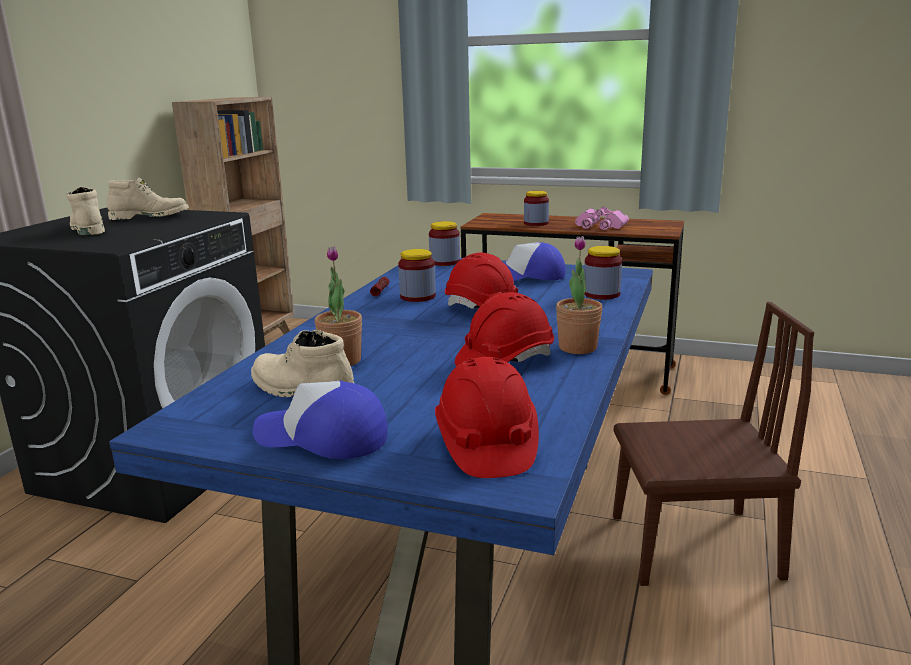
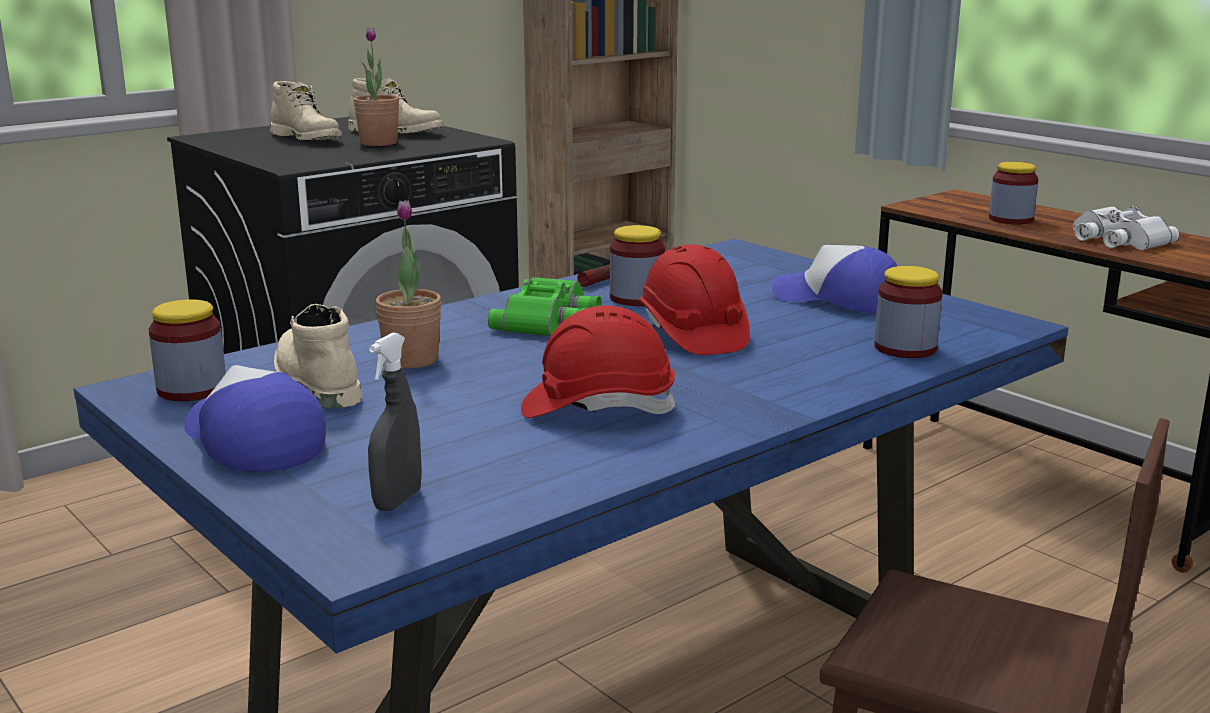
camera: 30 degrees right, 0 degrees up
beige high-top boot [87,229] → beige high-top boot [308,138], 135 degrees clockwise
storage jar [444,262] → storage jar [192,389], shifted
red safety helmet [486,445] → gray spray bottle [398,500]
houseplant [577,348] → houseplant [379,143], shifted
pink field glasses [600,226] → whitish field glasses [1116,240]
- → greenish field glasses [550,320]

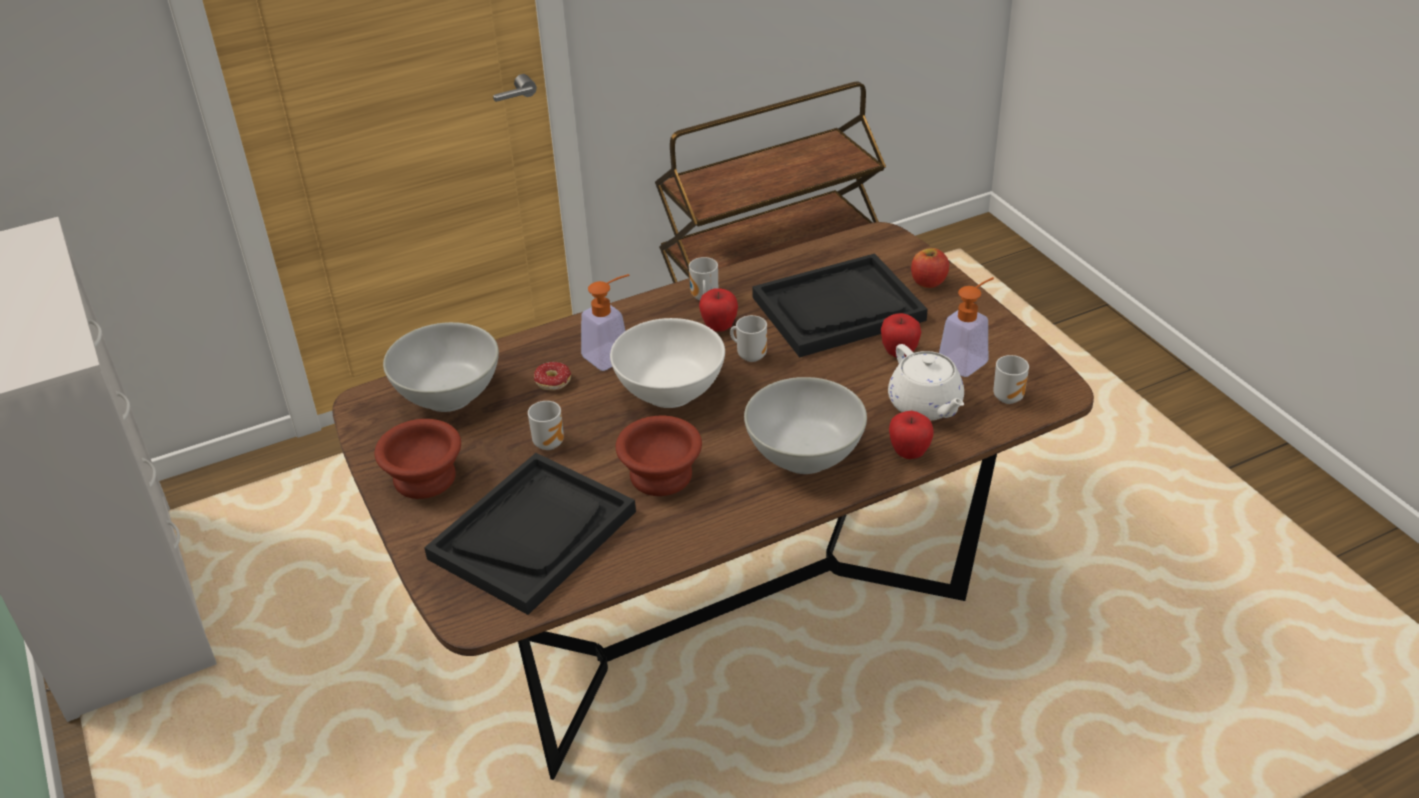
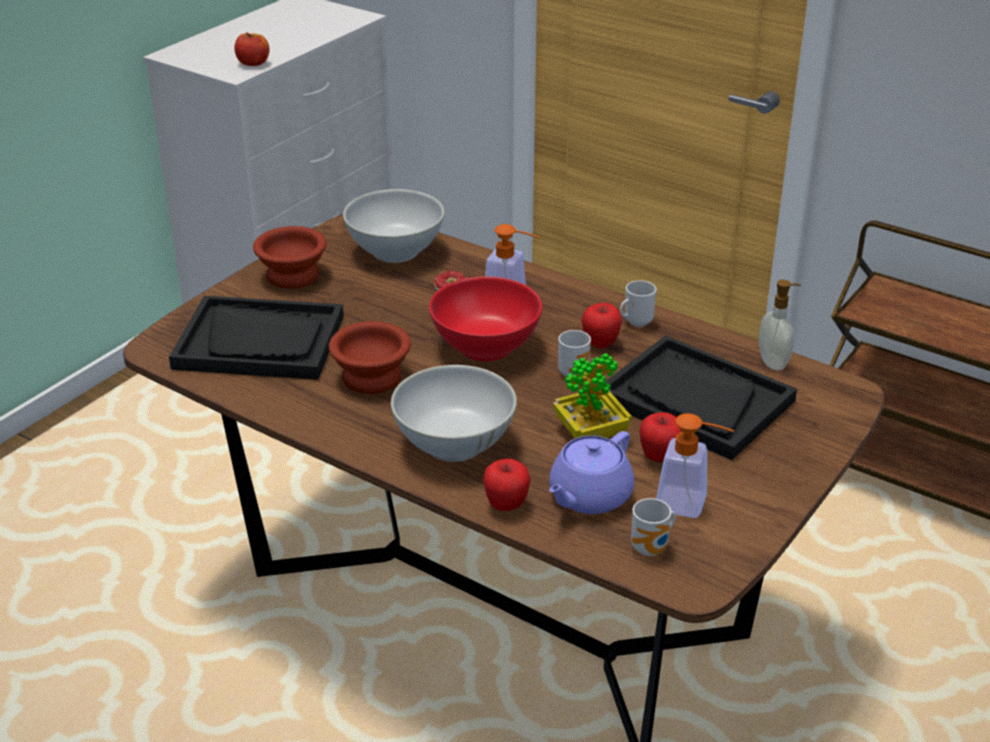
camera: 60 degrees right, 5 degrees down
tea mug [550,442] → -
whitish serving bowl [670,392] → red serving bowl [485,347]
whitish teapot [926,405] → purplish teapot [589,497]
whole apple [928,282] → whole apple [253,63], shifted
- → houseplant [590,433]
- → soap bottle [774,362]

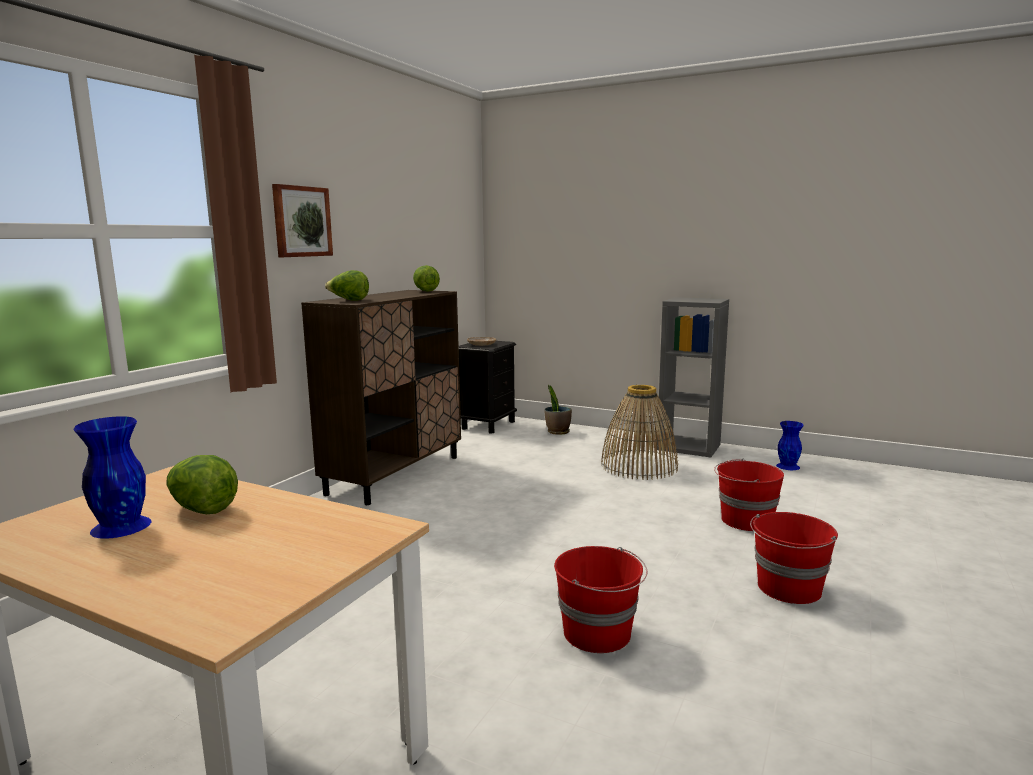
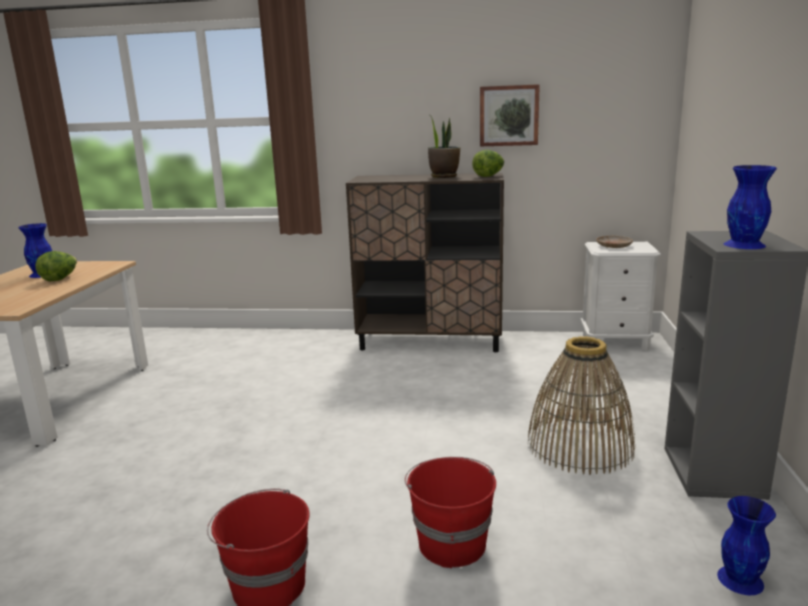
camera: 70 degrees right, 5 degrees up
wall art [301,221] → wall art [508,115], shifted
head of lettuce [349,300] → -
black-coloured nightstand [488,425] → whitish nightstand [615,342]
houseplant [557,432] → houseplant [444,176], shifted
red pail [598,633] → -
- → bluish decorative vase [745,244]

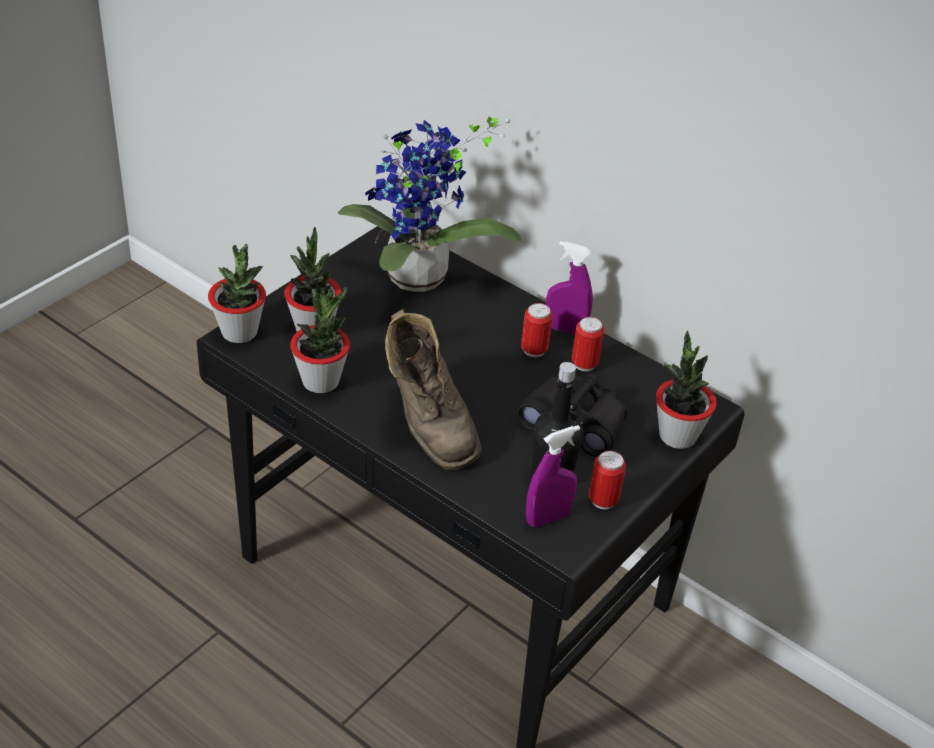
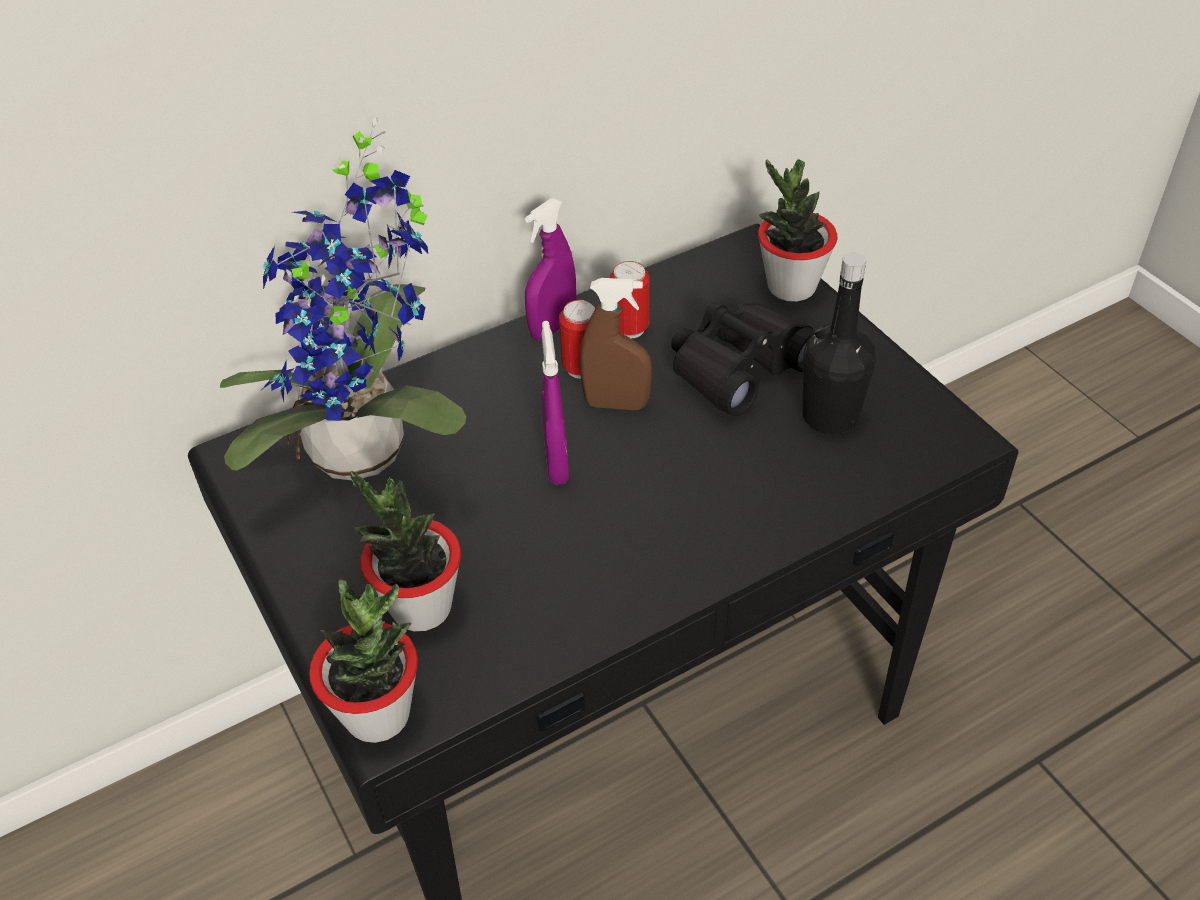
camera: 65 degrees left, 5 degrees up
houseplant [321,381] → -
brown high-top boot [427,425] → -
purplish spray bottle [547,518] → purplish spray bottle [556,463], shifted
metal can [603,500] → -
- → brown spray bottle [616,404]

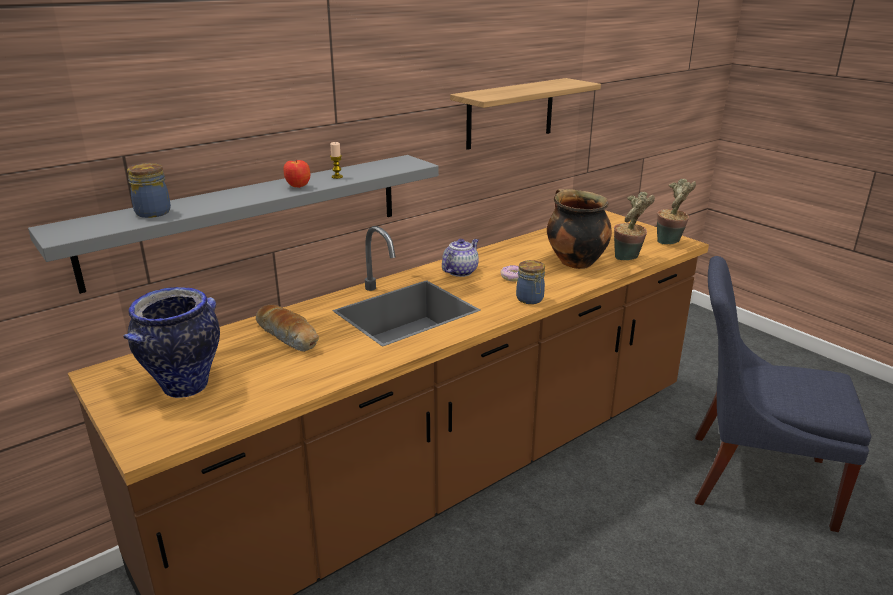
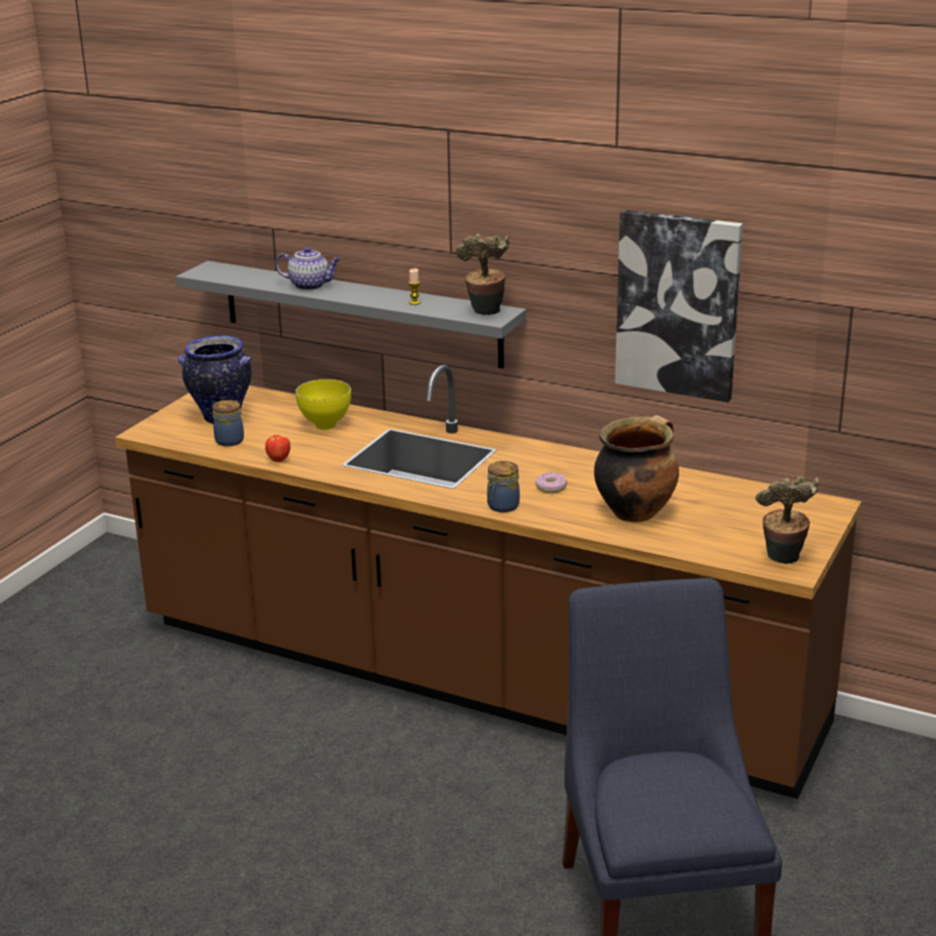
camera: 65 degrees right, 0 degrees up
storage jar [152,212] → storage jar [230,440], shifted
bakery bread [289,336] → yellowish serving bowl [325,427]
whole apple [298,187] → whole apple [279,460], shifted
teapot [460,271] → teapot [310,285], shifted
wall shelf [510,113] → wall art [678,304]
houseplant [628,258] → houseplant [485,314], shifted

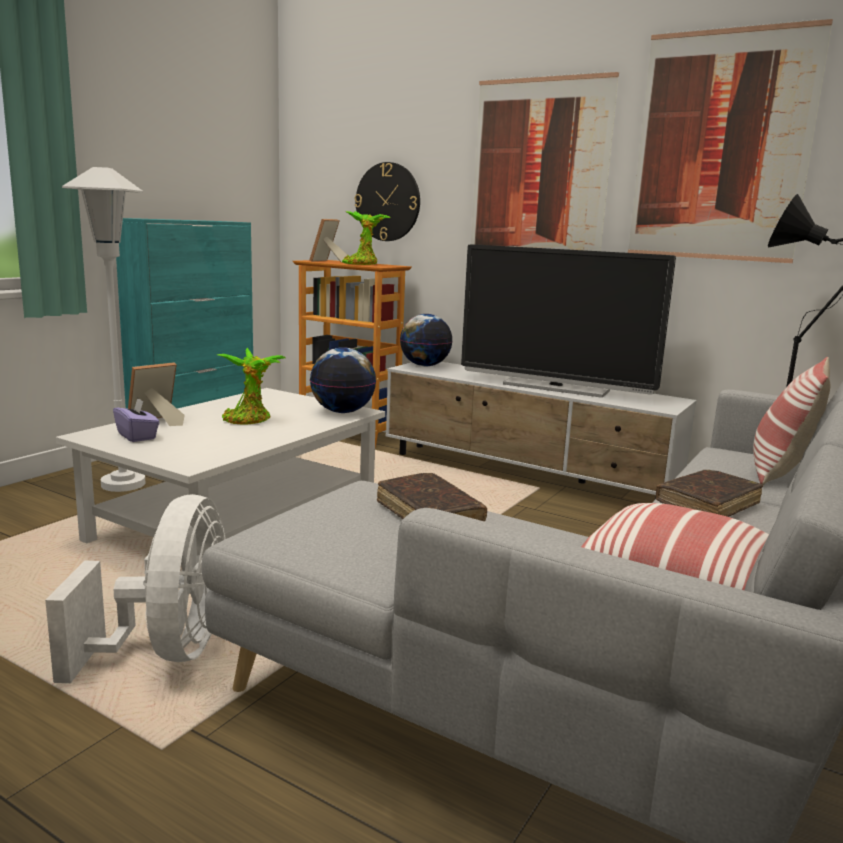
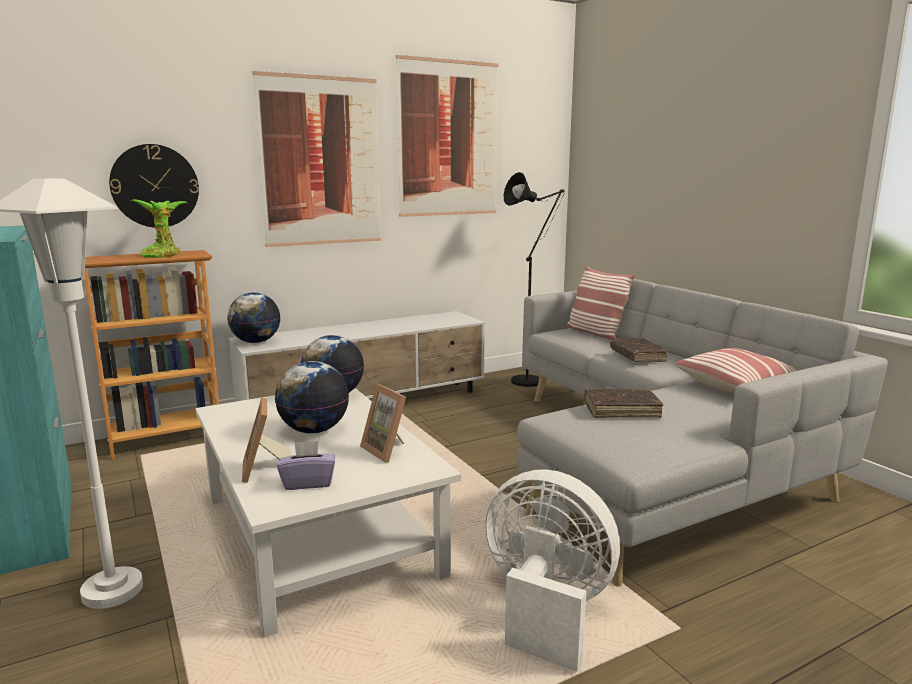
camera: 60 degrees left, 0 degrees up
houseplant [249,420] → world globe [314,430]
picture frame [328,261] → picture frame [388,450], shifted
TV set [555,387] → -

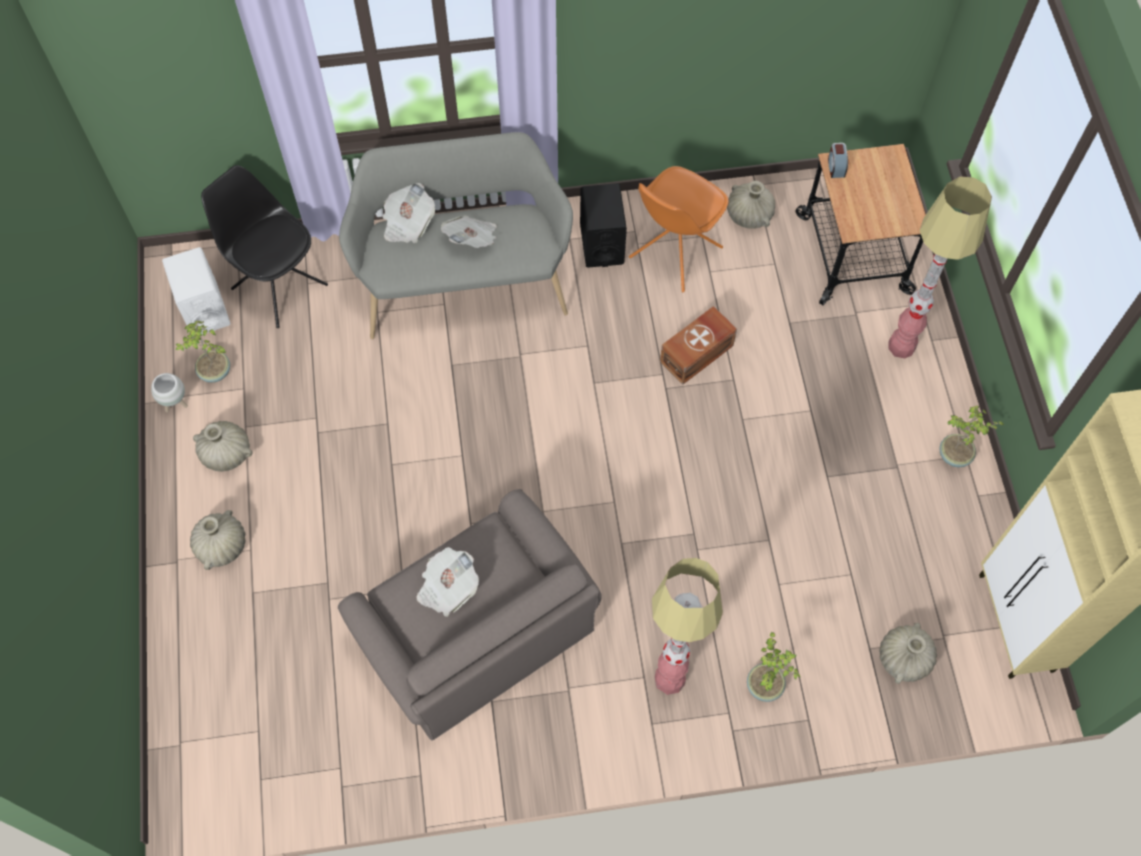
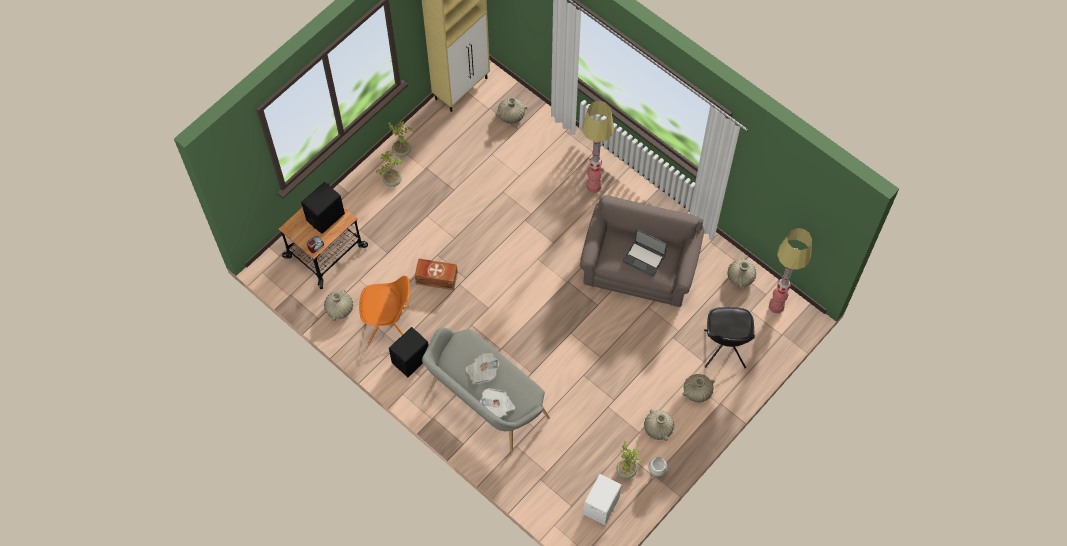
camera: 130 degrees left, 0 degrees up
black-coloured upright chair [278,285] → black-coloured upright chair [724,350], shifted
printed paper [447,588] → laptop [644,258]
houseplant [765,685] → houseplant [392,181], shifted
standard lamp [901,346] → standard lamp [776,306], shifted
- → black-coloured audio speaker [325,217]
- → beige decorative vase [740,277]

